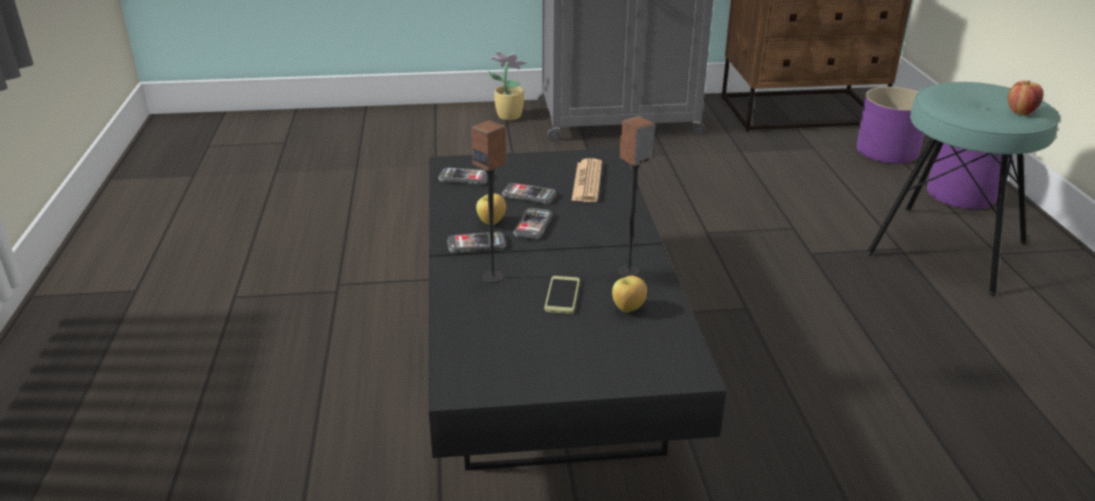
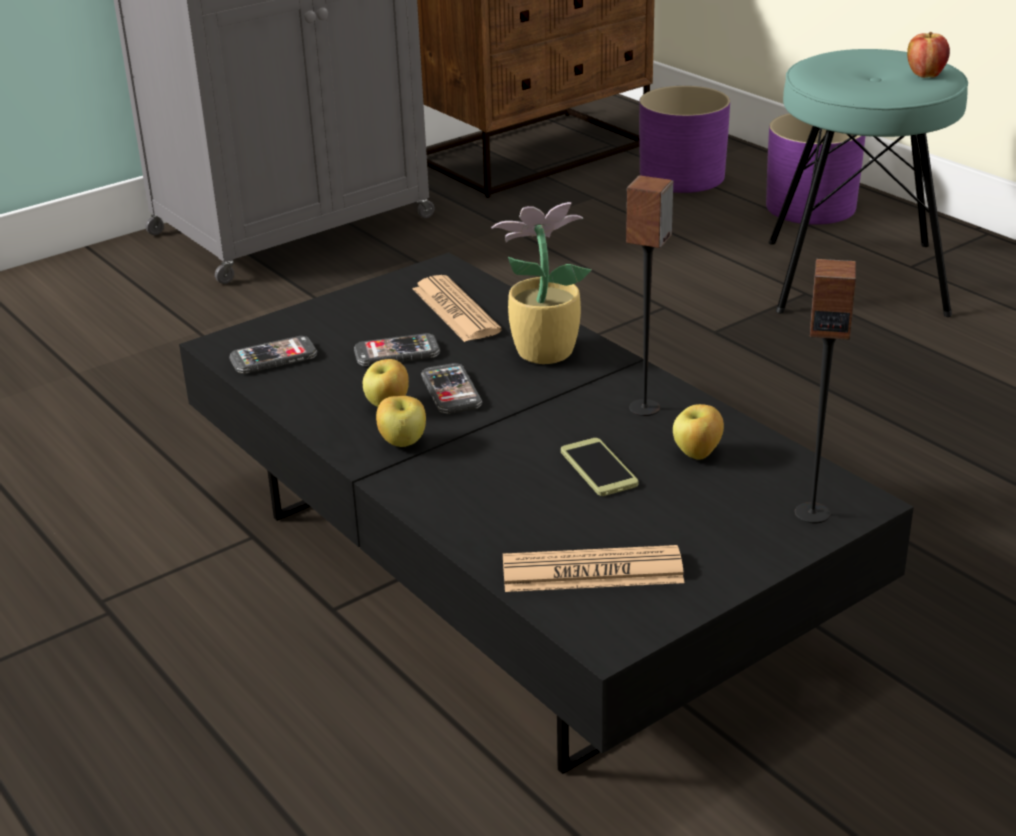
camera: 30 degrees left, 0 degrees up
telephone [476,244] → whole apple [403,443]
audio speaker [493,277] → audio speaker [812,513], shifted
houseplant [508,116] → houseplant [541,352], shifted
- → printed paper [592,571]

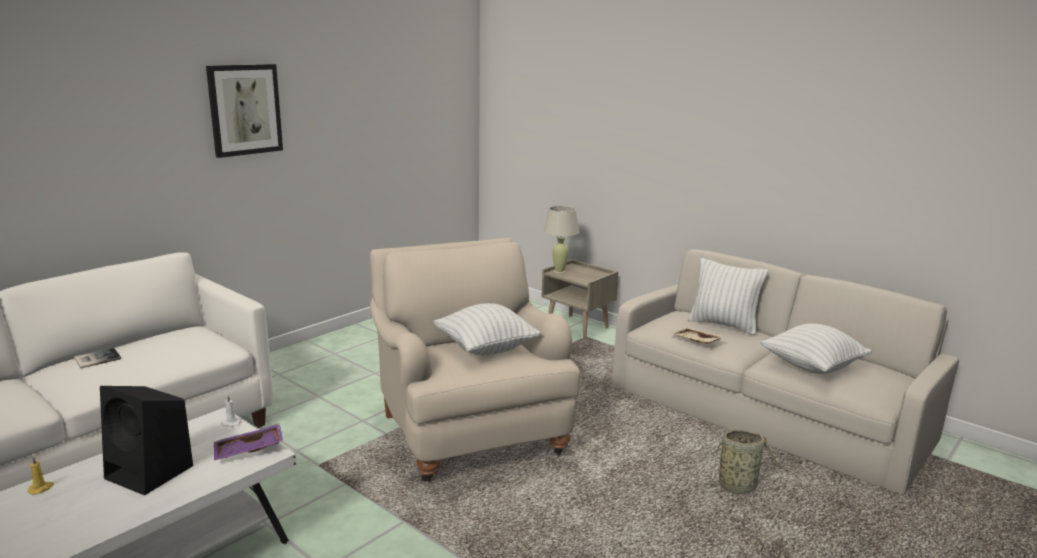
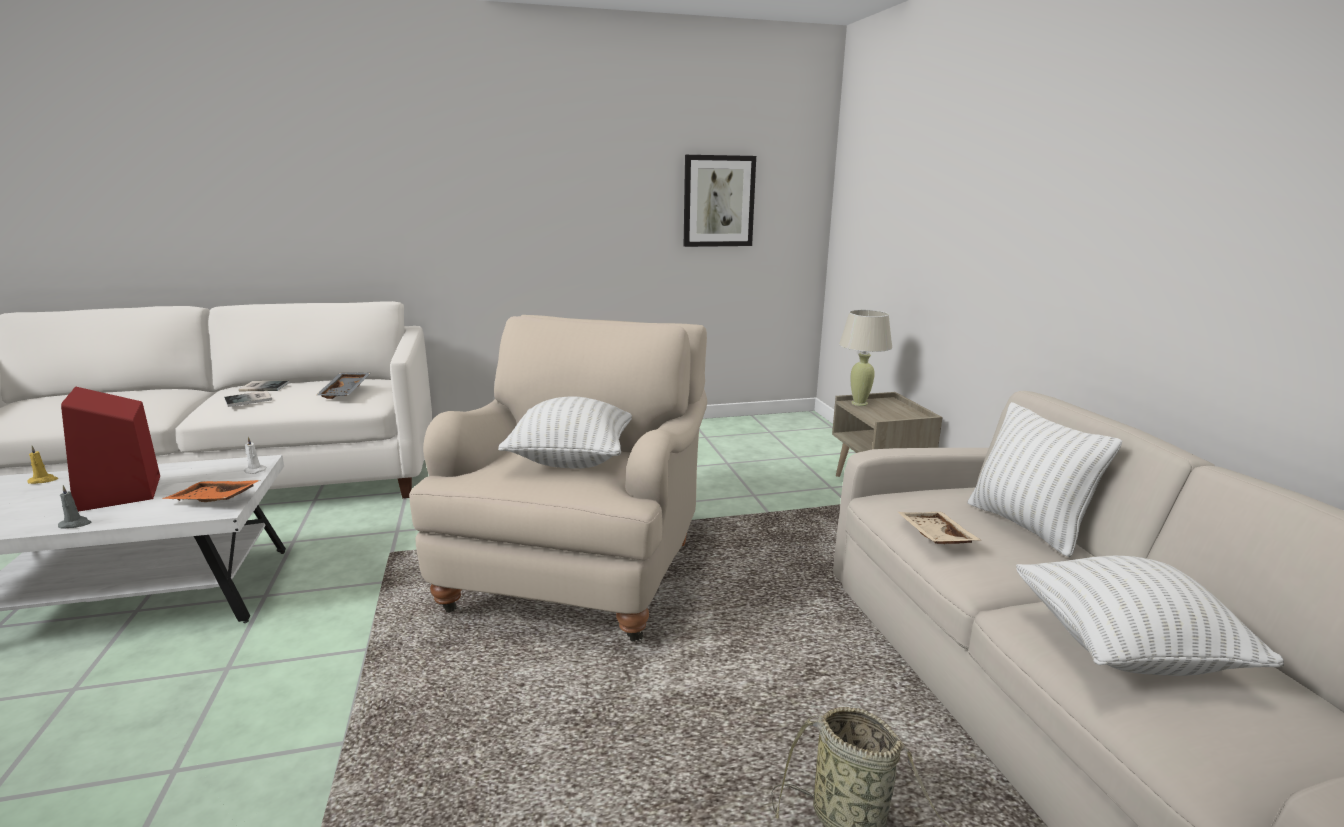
camera: 35 degrees right, 0 degrees up
black-coloured audio speaker [151,472] → red audio speaker [119,494]
wall art [245,109] → wall art [718,201], shifted
purplish carrying tray [249,451] → orange carrying tray [213,501]
- → gray wax candle [76,524]
- → bound book [250,400]
- → gray carrying tray [346,391]

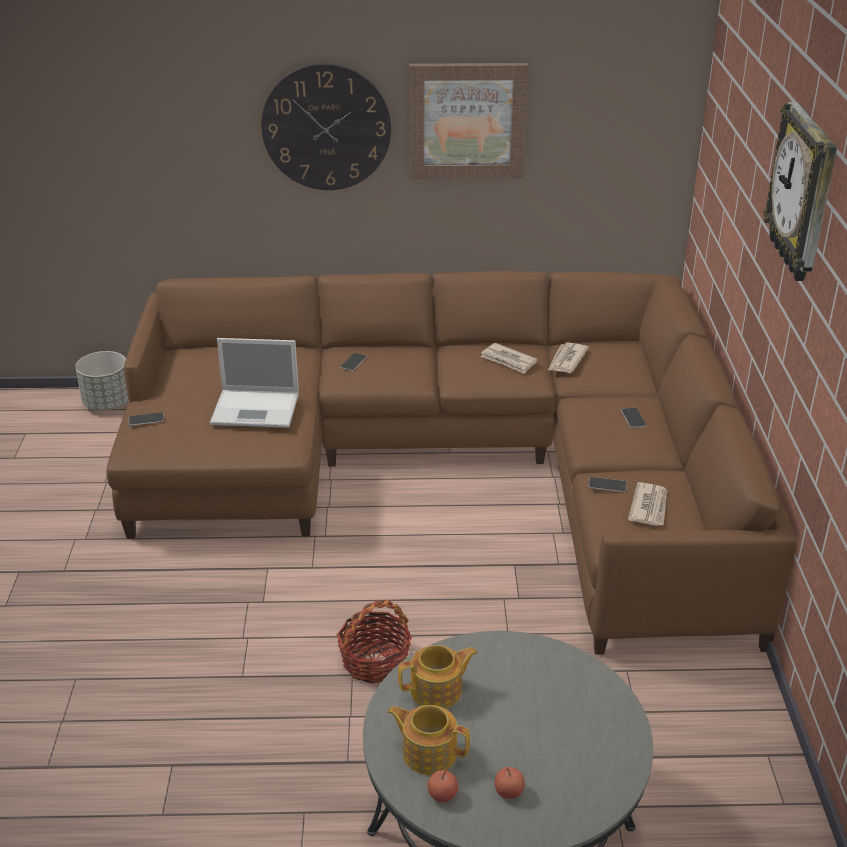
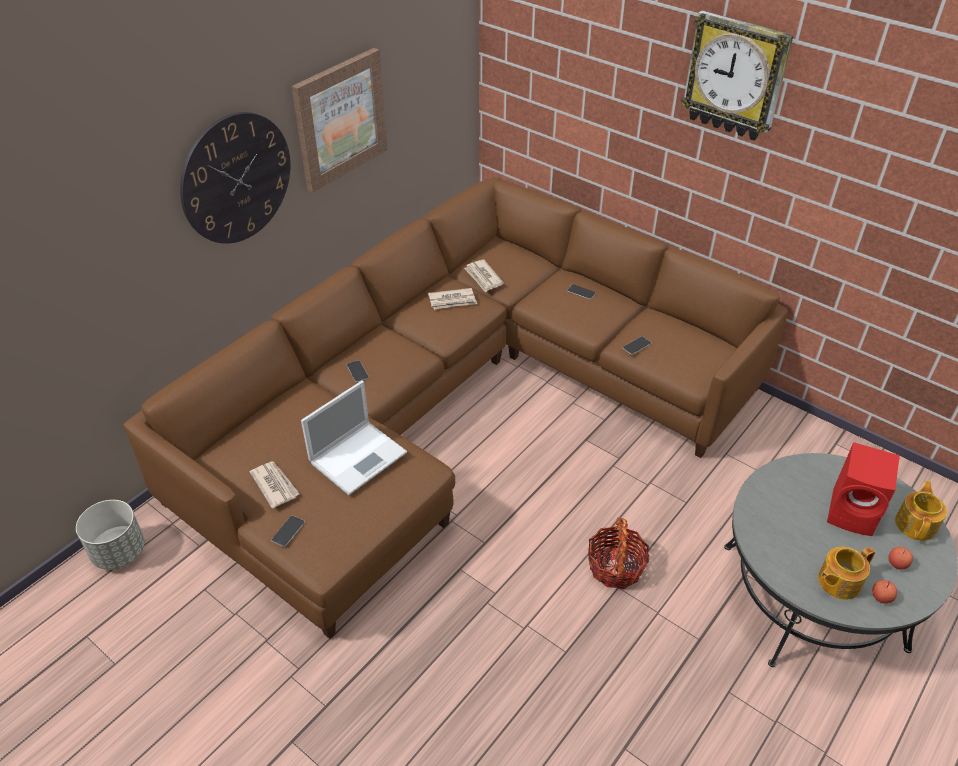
camera: 50 degrees left, 10 degrees up
teapot [437,691] → teapot [916,524], shifted
printed paper [649,507] → printed paper [275,485], shifted
- → red audio speaker [854,513]

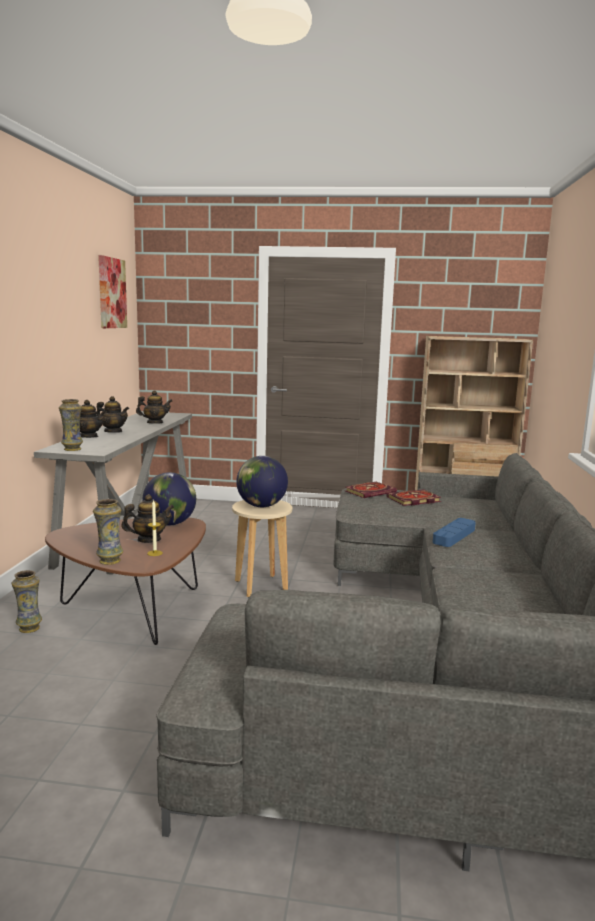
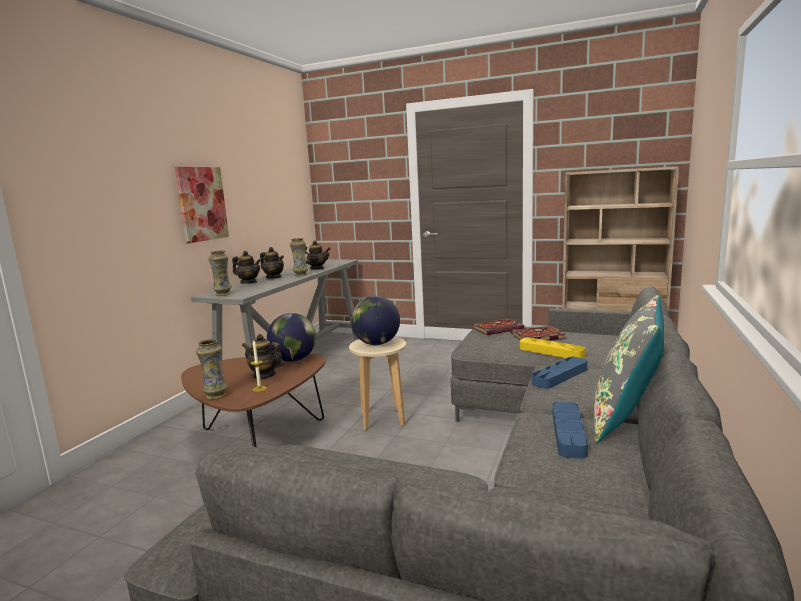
camera: 15 degrees right, 0 degrees up
decorative vase [29,628] → decorative vase [300,275], shifted
wall art [111,293] → wall art [202,204], shifted
teapot [149,540] → teapot [264,375], 150 degrees counterclockwise
- → yellowish carrying tray [551,352]
- → bluish carrying tray [568,433]
- → gray pillow [626,418]

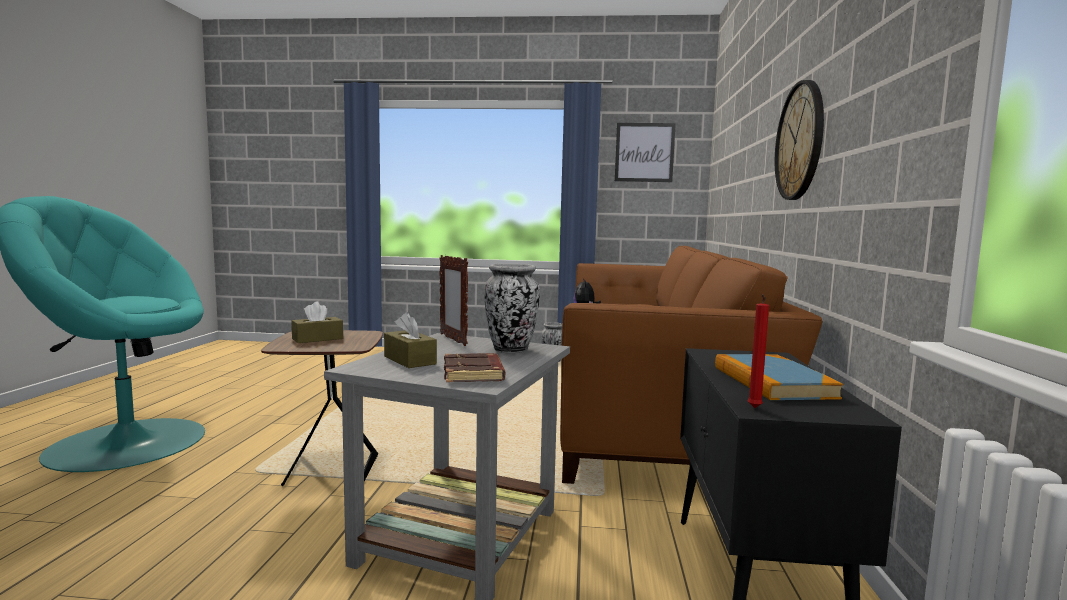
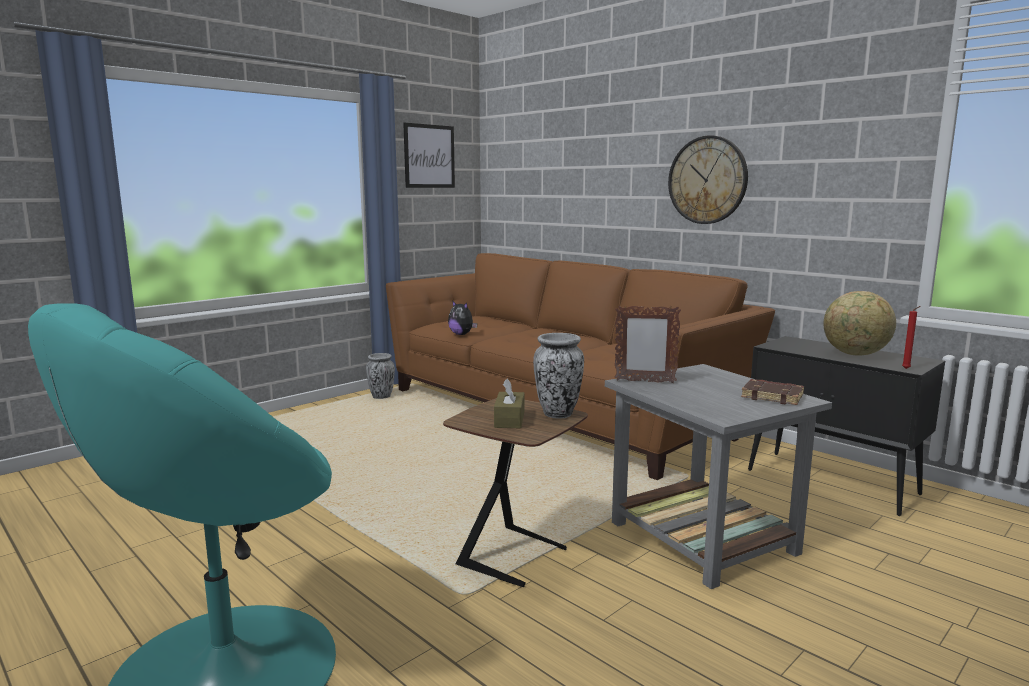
camera: 50 degrees left, 5 degrees up
brown tissue holder [410,360] → -
decorative vase [511,350] → decorative vase [558,414], shifted
bound book [772,382] → world globe [855,354]

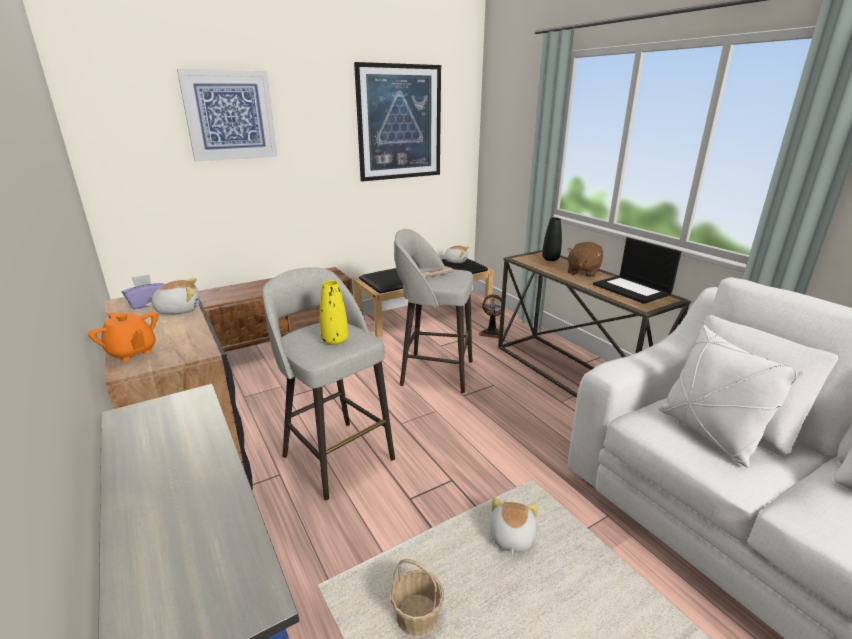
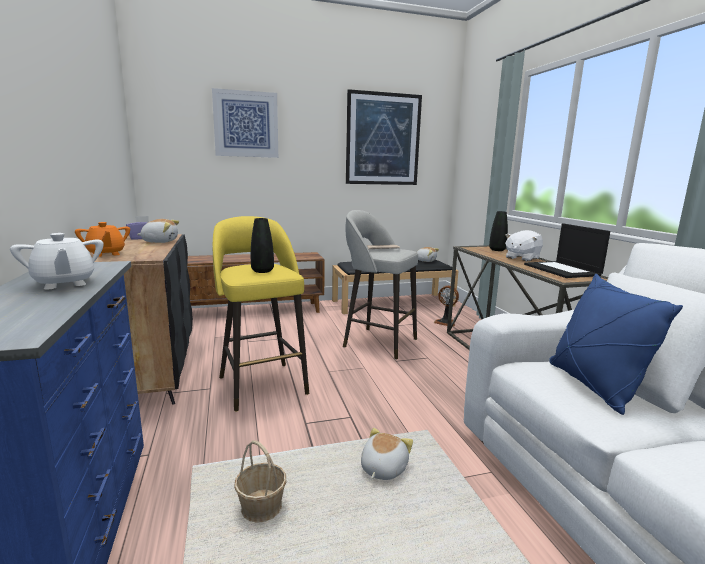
camera: 15 degrees right, 10 degrees down
gray stool [336,456] → yellowish stool [262,384]
yellowish decorative vase [335,341] → black-coloured decorative vase [262,271]
brown plush toy [583,272] → whitish plush toy [522,258]
whitish pillow [707,434] → bluish pillow [593,386]
- → whitish teapot [64,283]

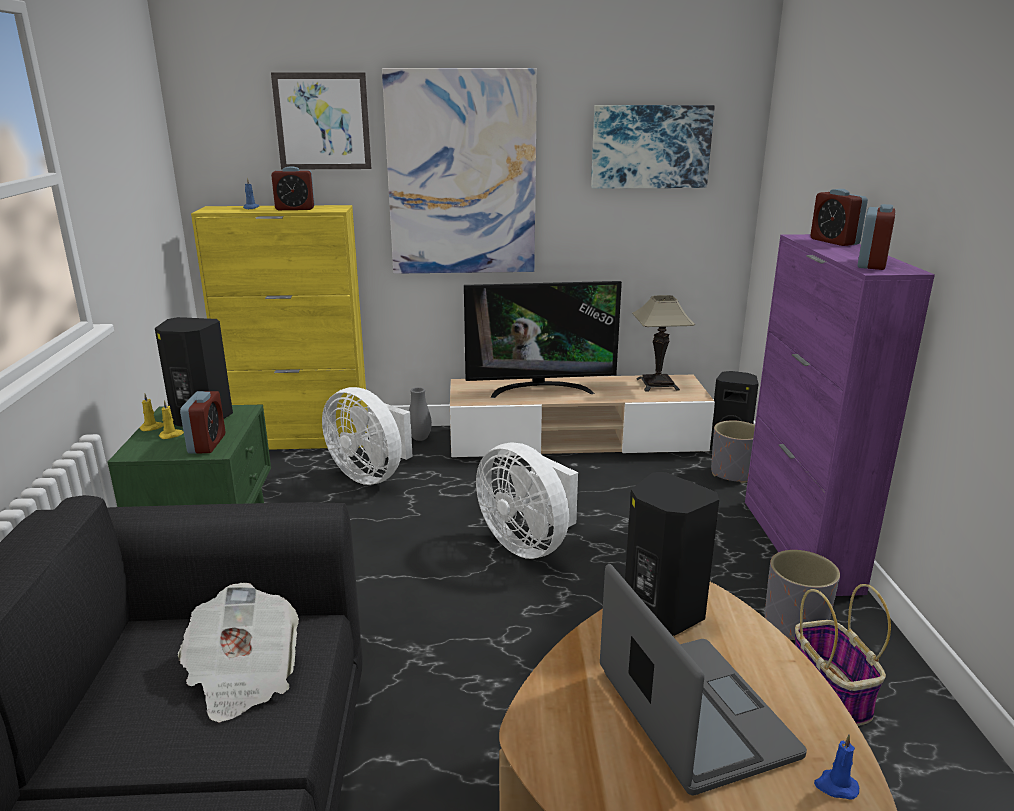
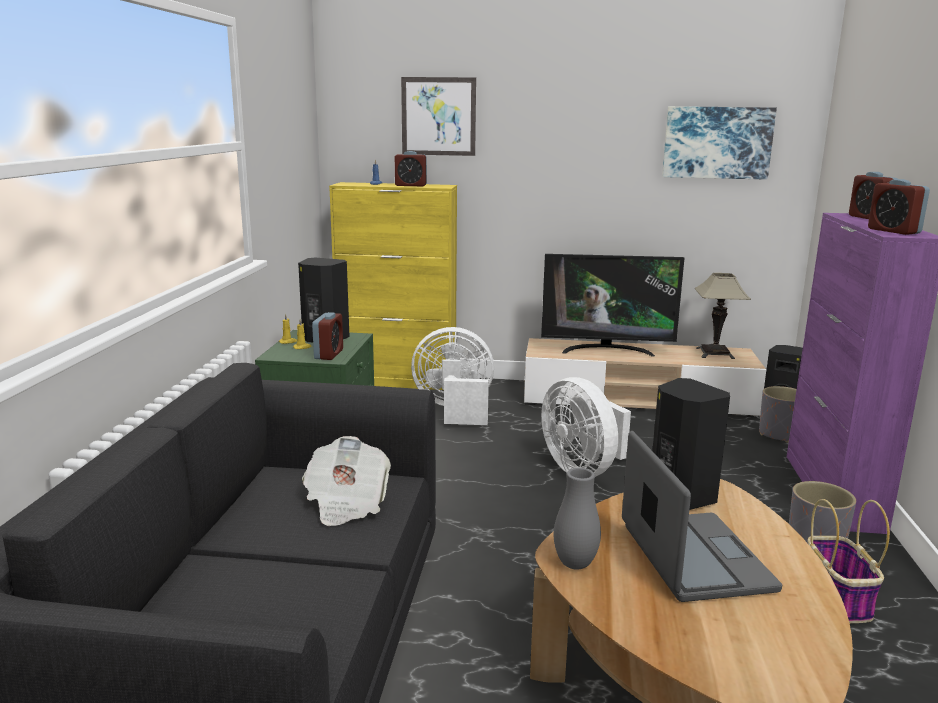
camera: 10 degrees right, 5 degrees down
whitish cooling fan [371,475] → whitish cooling fan [454,410], 135 degrees clockwise
wall art [462,174] → -
gray decorative vase [420,438] → gray decorative vase [575,564], shifted
bluish wax candle [835,786] → -
bedside clock [871,264] → bedside clock [893,231], 120 degrees clockwise

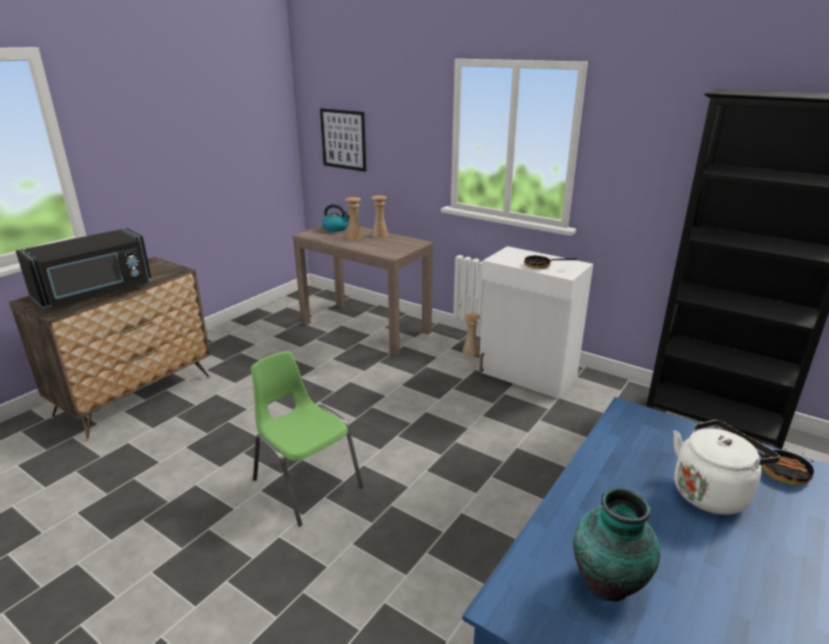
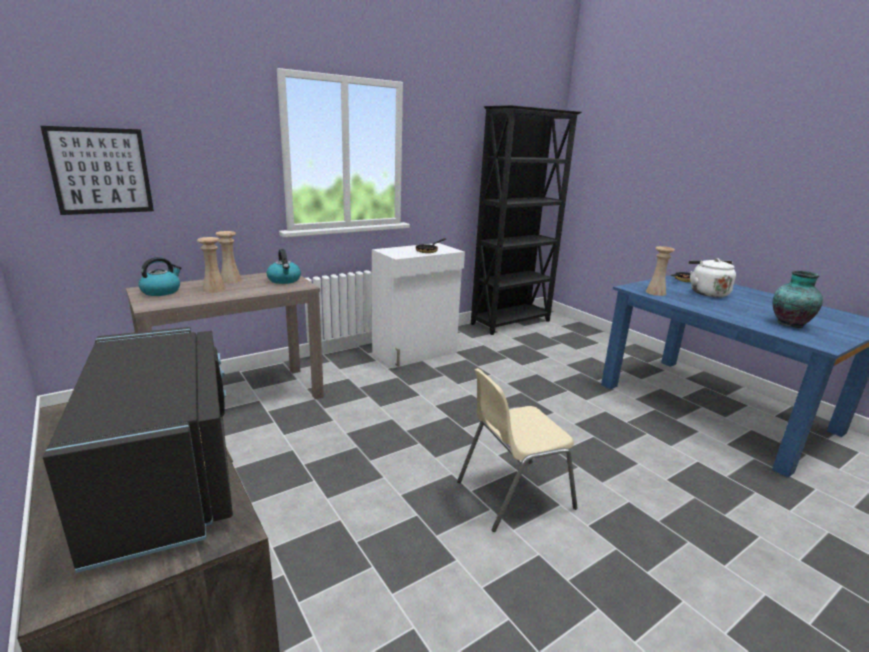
camera: 70 degrees left, 5 degrees down
greenish upright chair [306,483] → beige upright chair [512,494]
beige decorative vase [470,351] → beige decorative vase [655,292], shifted
- → kettle [284,280]

